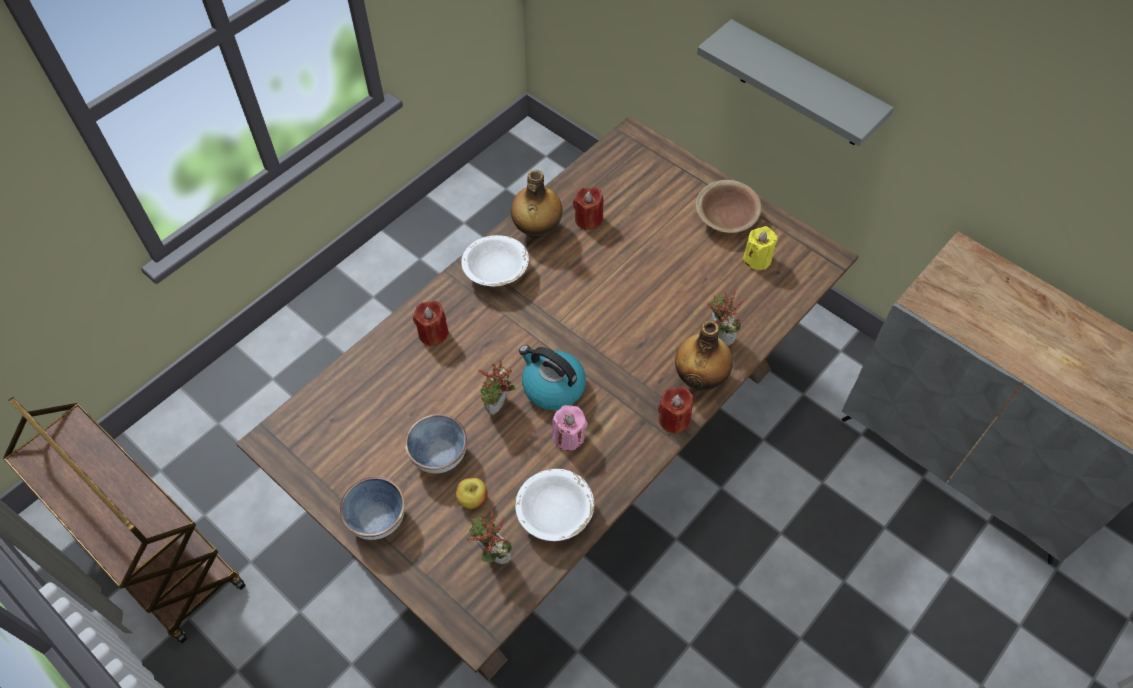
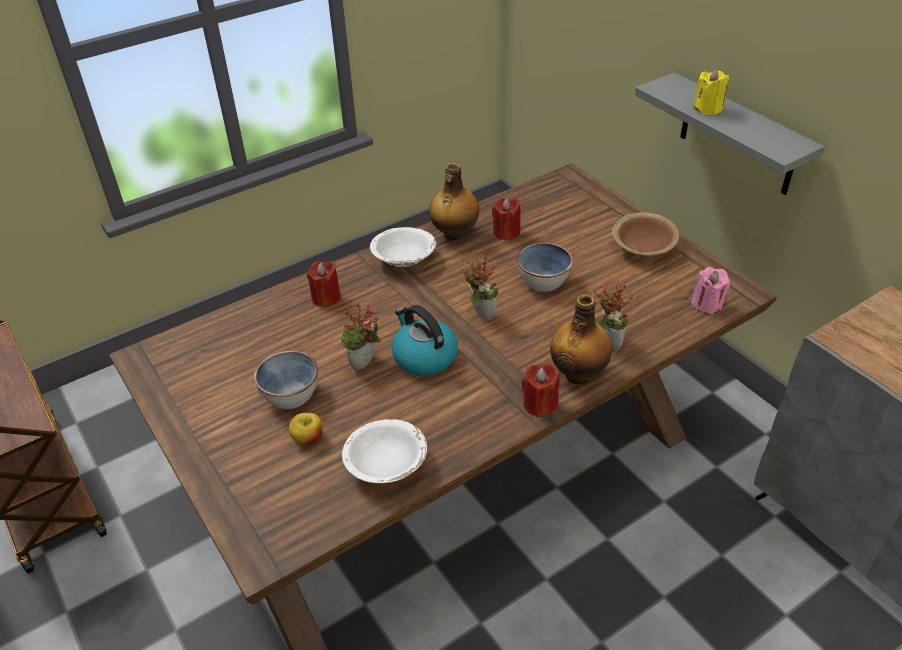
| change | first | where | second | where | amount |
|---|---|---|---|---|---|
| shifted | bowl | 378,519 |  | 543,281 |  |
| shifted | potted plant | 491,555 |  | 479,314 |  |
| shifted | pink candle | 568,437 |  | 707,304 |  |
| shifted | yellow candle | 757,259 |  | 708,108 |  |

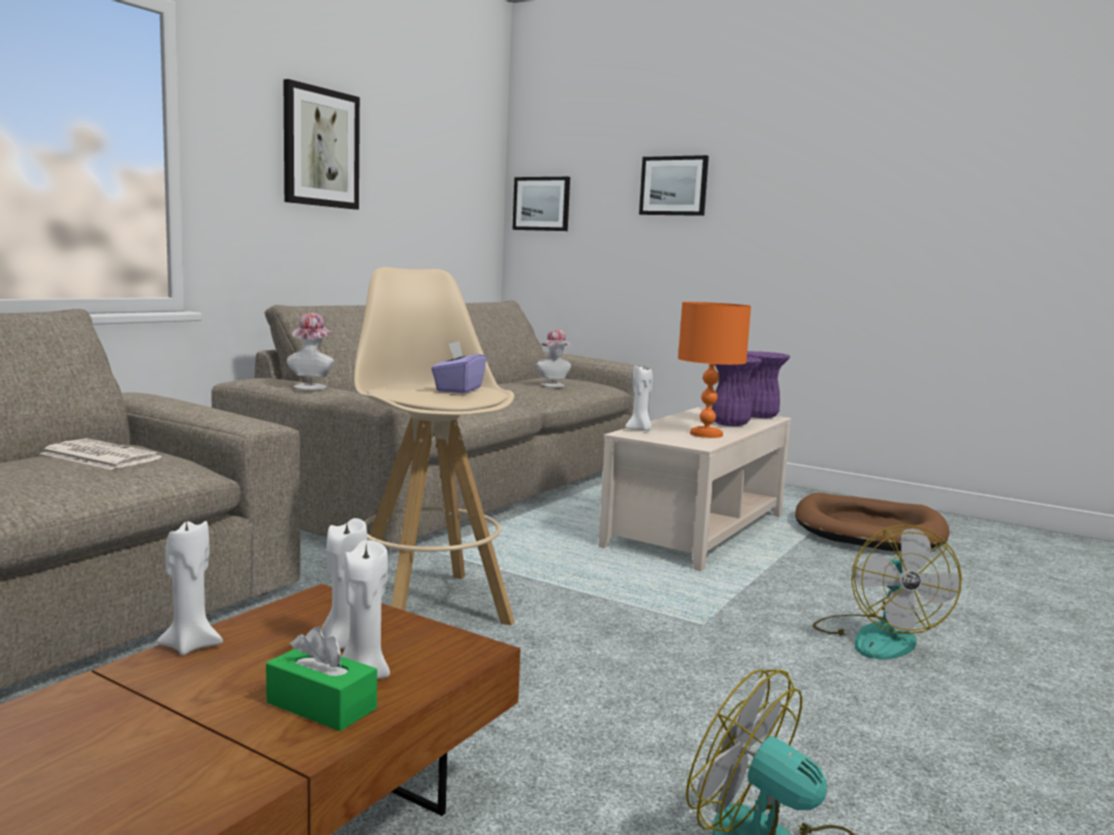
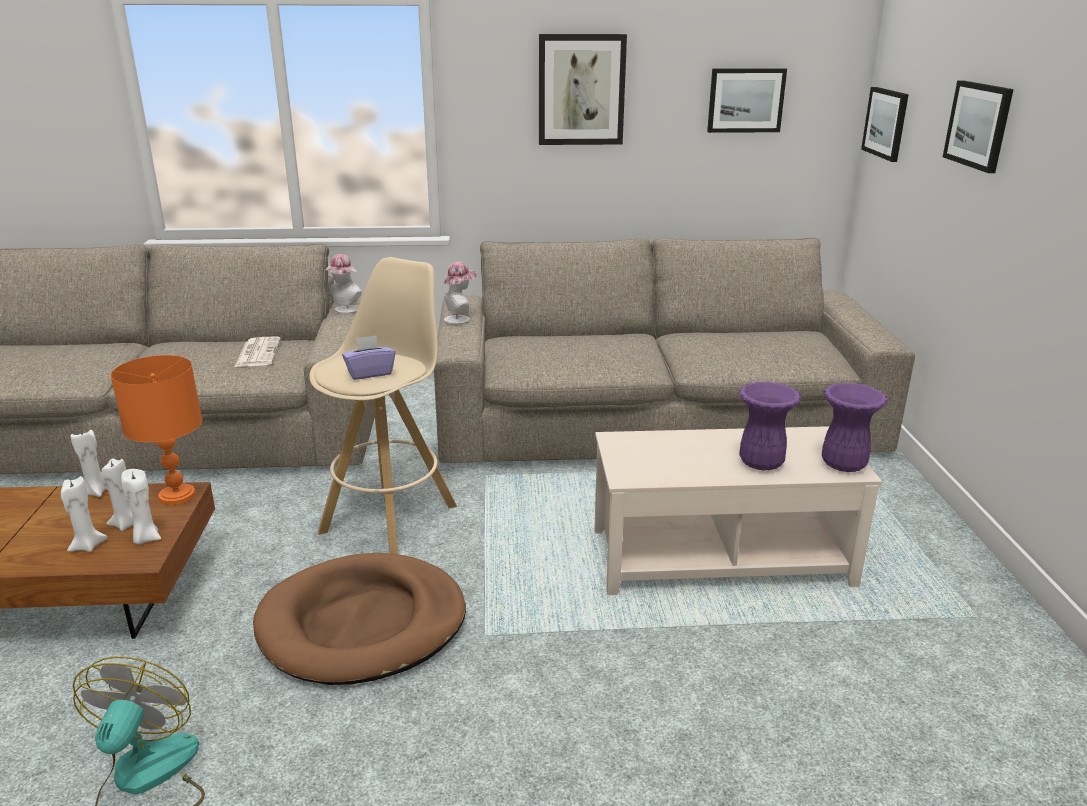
| change | first | where | second | where | amount |
|---|---|---|---|---|---|
| gone | green tissue box | 321,705 |  |  |  |
| gone | fan | 877,637 |  |  |  |
| new |  |  | picture | 745,100 |  |
| shifted | hat | 554,385 |  | 345,310 |  |
| shifted | white candle | 639,430 |  | 146,538 |  |
| shifted | orange table lamp | 705,434 |  | 177,495 |  |
| shifted | brown dog bed | 869,530 |  | 362,624 |  |

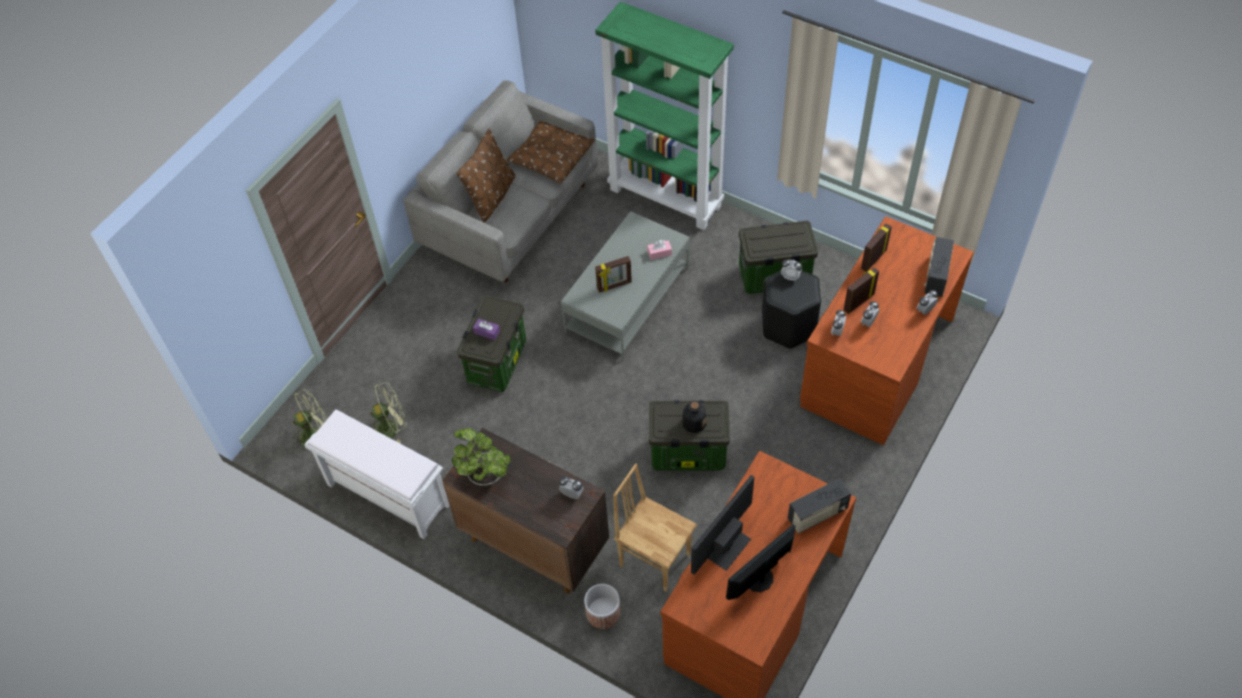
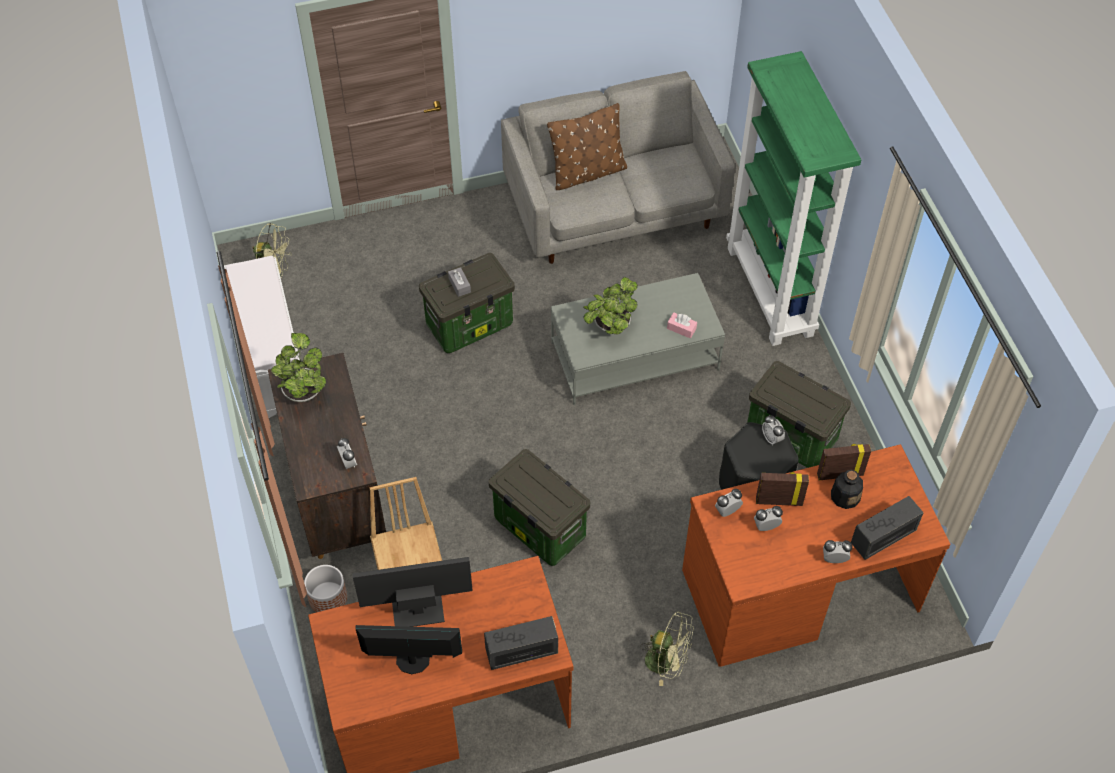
| change | first | where | second | where | amount |
|---|---|---|---|---|---|
| gone | brown pillow | 551,158 |  |  |  |
| shifted | green fan | 391,427 |  | 666,661 |  |
| shifted | bottle | 694,423 |  | 845,496 |  |
| swapped | picture frame | 614,286 | potted plant | 610,327 |  |
| repainted | purple tissue box | 487,332 | grey tissue box | 459,285 |  |
| rotated | radio | 817,515 |  | 522,651 | 150 degrees clockwise |

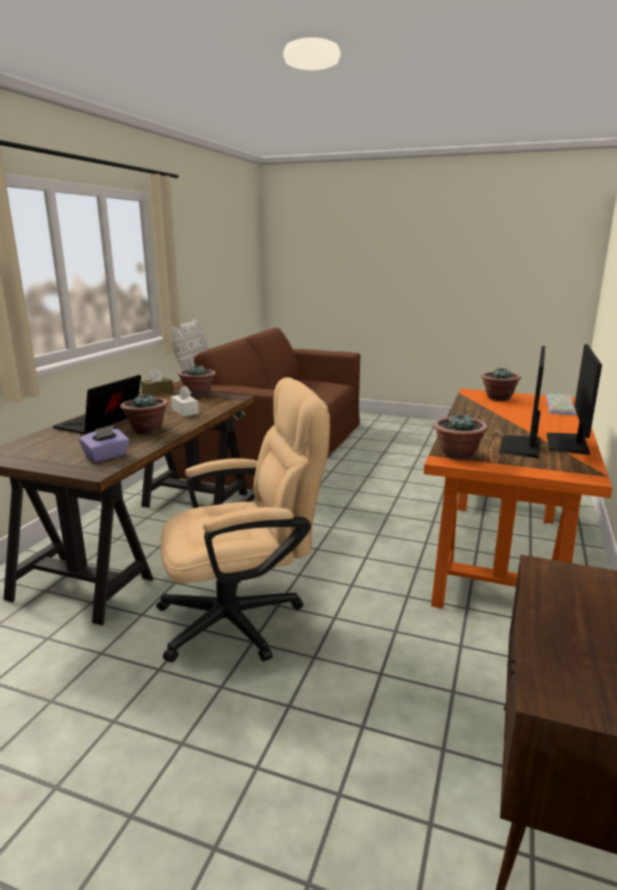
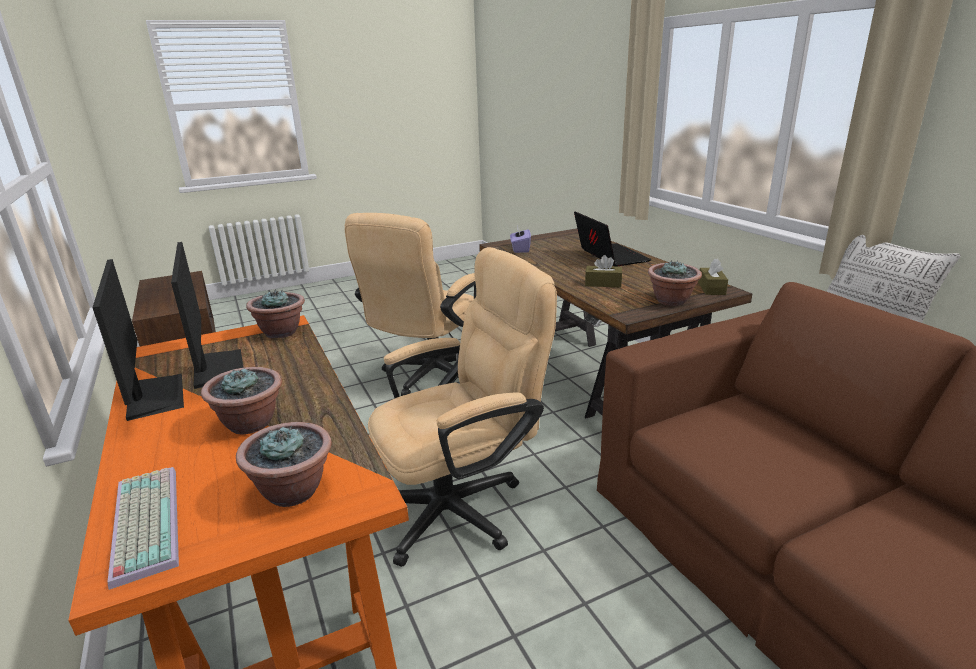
| change | first | where | second | where | amount |
|---|---|---|---|---|---|
| new |  |  | beige office chair | 462,505 |  |
| shifted | potted plant | 146,430 |  | 251,423 |  |
| repainted | white tissue box | 185,411 | brown tissue box | 603,283 |  |

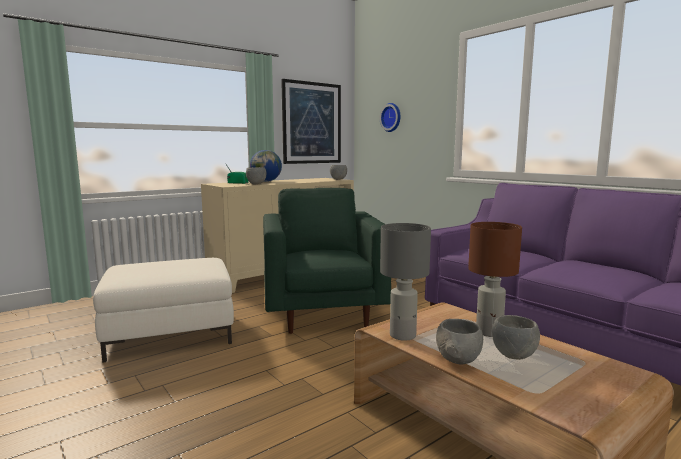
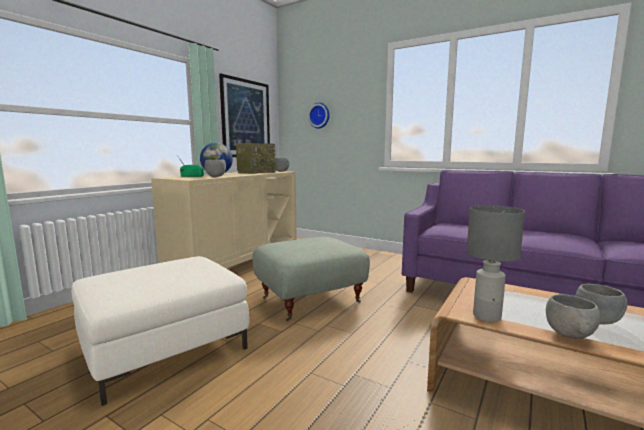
| change | first | where | second | where | amount |
|---|---|---|---|---|---|
| gone | brown table lamp | 489,332 |  |  |  |
| new |  |  | radio | 256,172 |  |
| swapped | green armchair | 323,313 | grey ottoman | 310,299 |  |

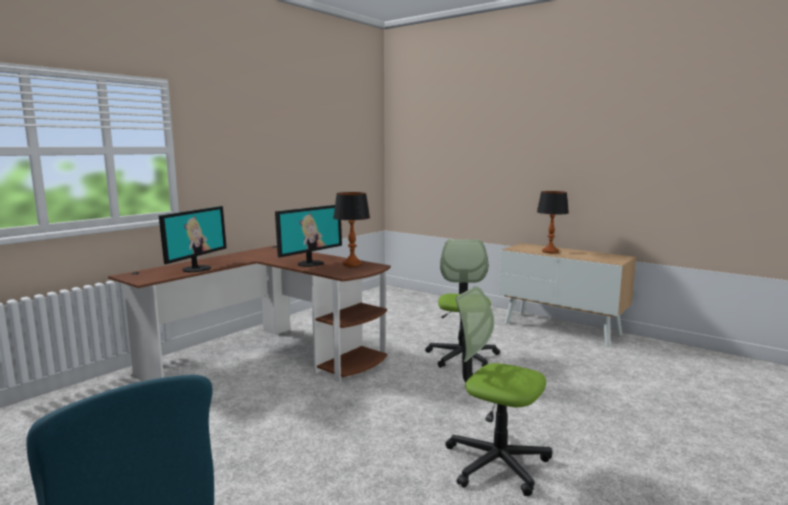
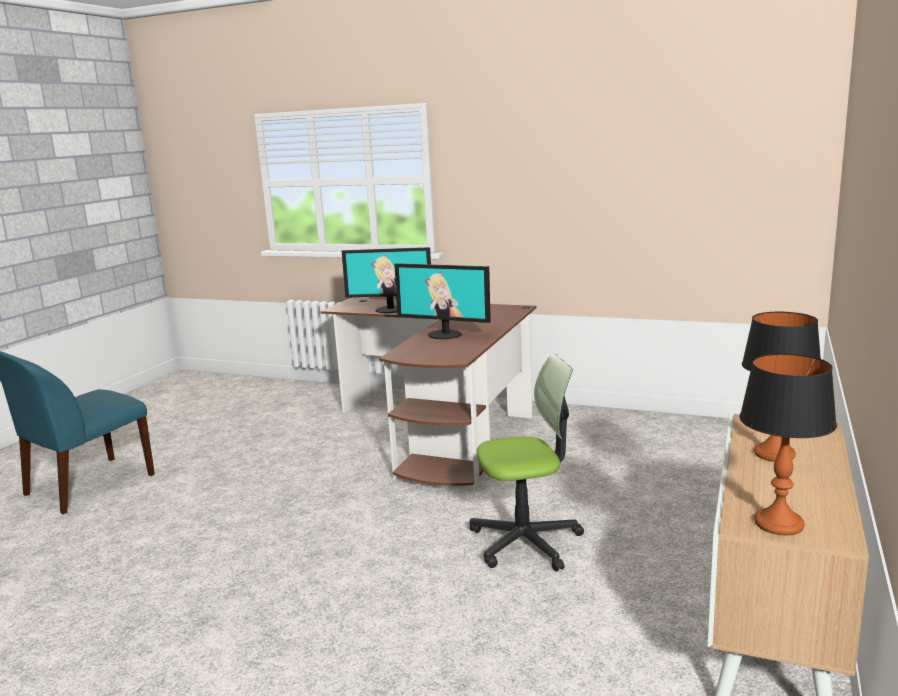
| change | first | where | second | where | amount |
|---|---|---|---|---|---|
| gone | office chair | 496,462 |  |  |  |
| shifted | table lamp | 352,264 |  | 778,523 |  |

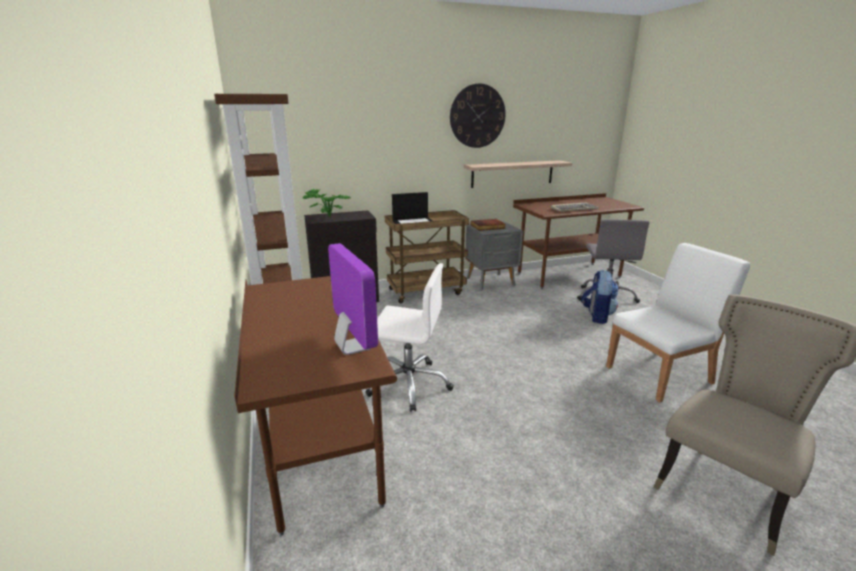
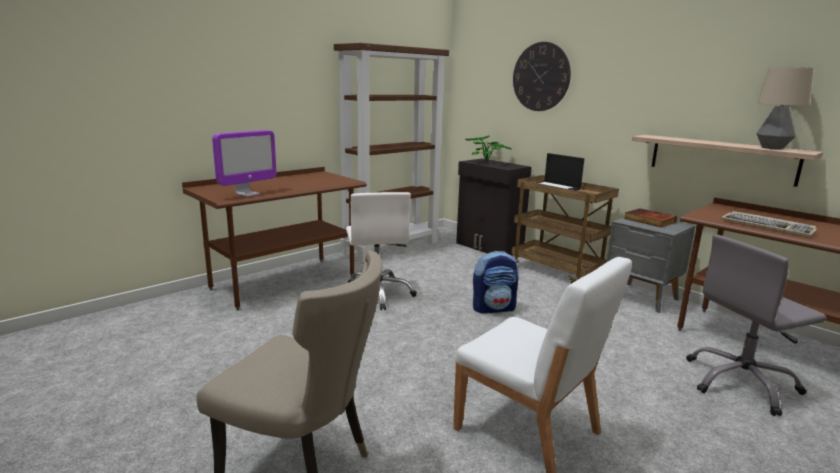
| change | first | where | second | where | amount |
|---|---|---|---|---|---|
| new |  |  | table lamp | 772,148 |  |
| shifted | wall clock | 477,116 |  | 541,77 |  |
| shifted | backpack | 597,316 |  | 494,308 |  |

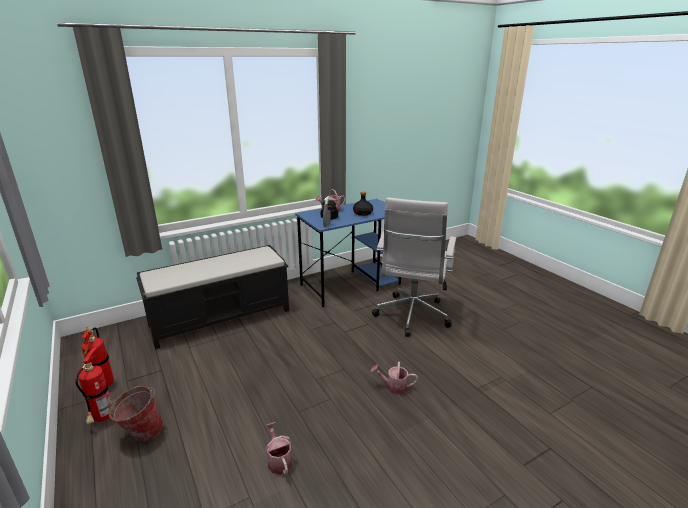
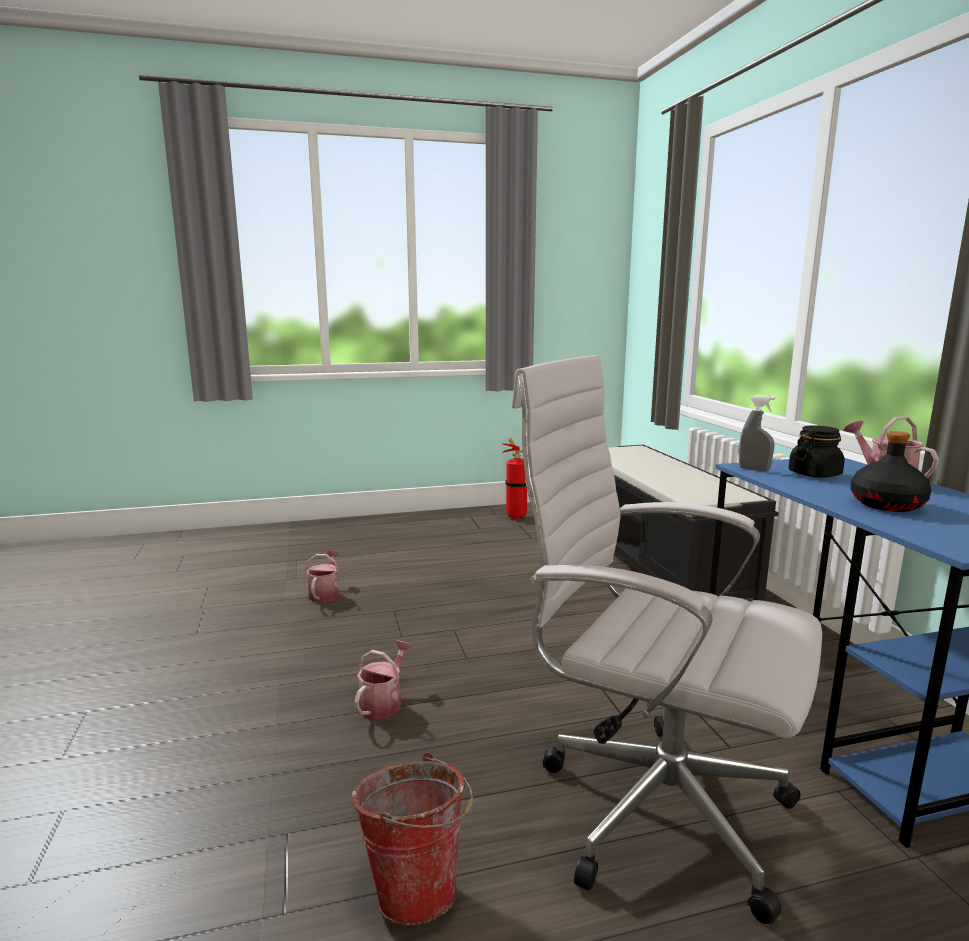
| change | first | where | second | where | amount |
|---|---|---|---|---|---|
| gone | fire extinguisher | 102,418 |  |  |  |
| shifted | bucket | 140,434 |  | 416,885 |  |
| rotated | watering can | 279,460 |  | 325,593 | 75 degrees counterclockwise |

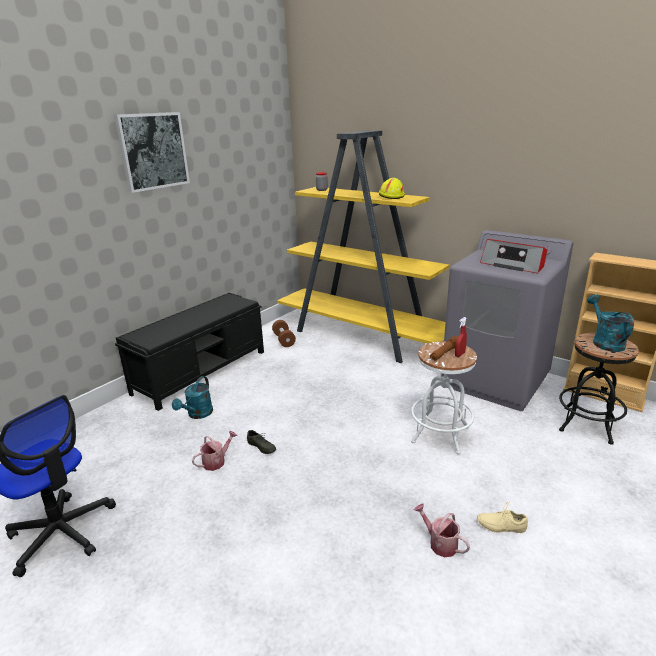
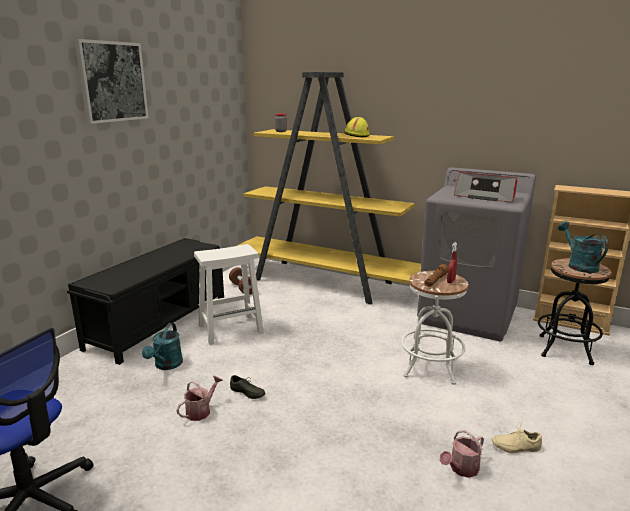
| change | first | where | second | where | amount |
|---|---|---|---|---|---|
| new |  |  | white stool | 231,329 |  |
| rotated | watering can | 439,543 |  | 461,469 | 75 degrees counterclockwise |

